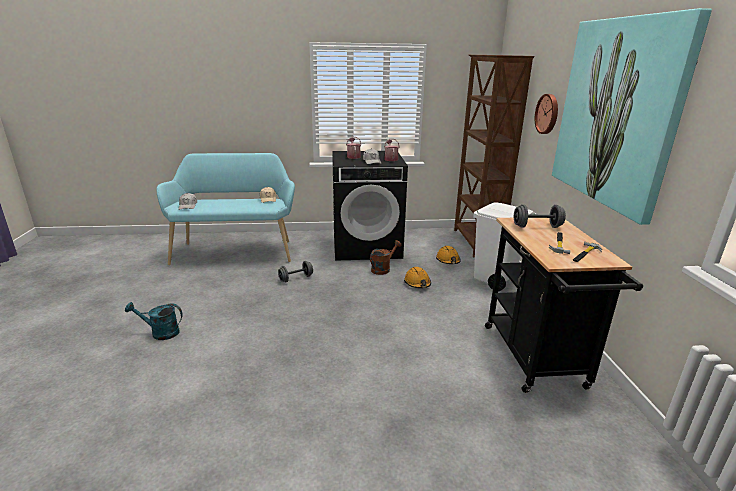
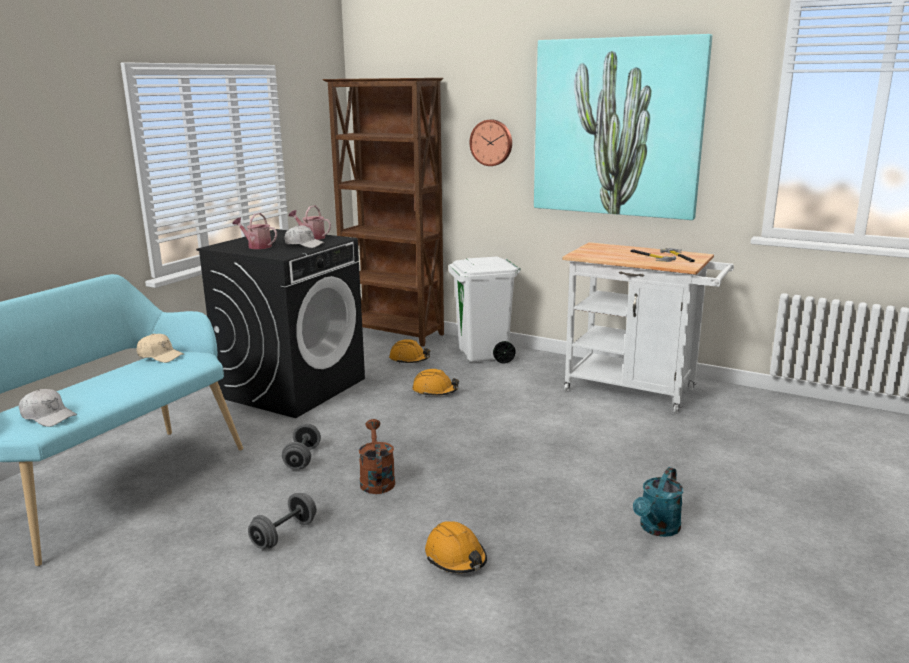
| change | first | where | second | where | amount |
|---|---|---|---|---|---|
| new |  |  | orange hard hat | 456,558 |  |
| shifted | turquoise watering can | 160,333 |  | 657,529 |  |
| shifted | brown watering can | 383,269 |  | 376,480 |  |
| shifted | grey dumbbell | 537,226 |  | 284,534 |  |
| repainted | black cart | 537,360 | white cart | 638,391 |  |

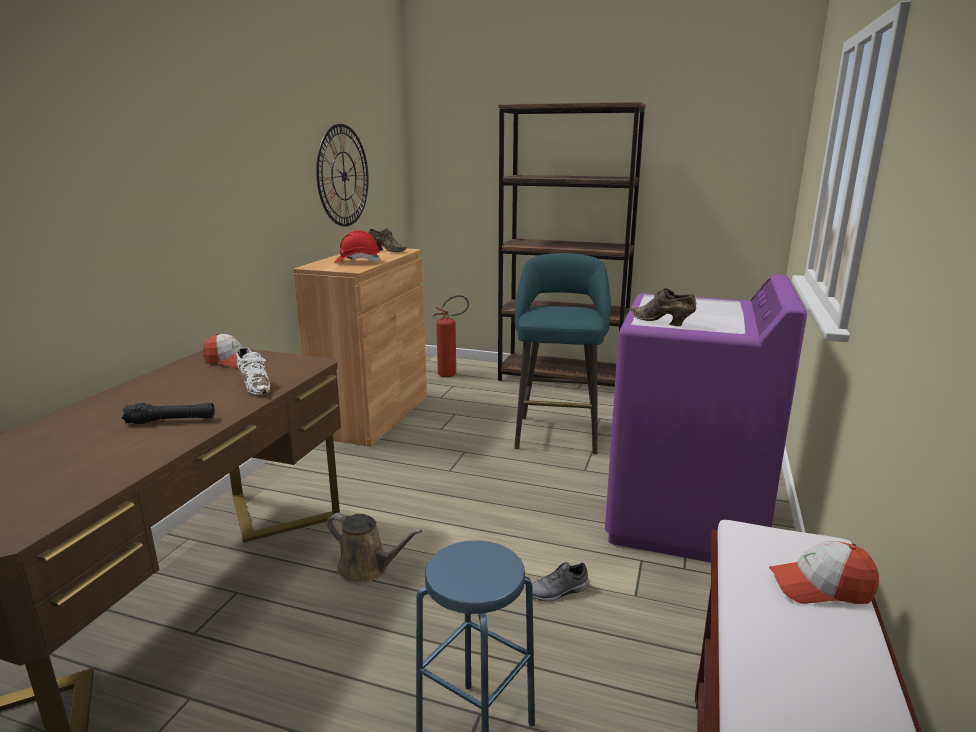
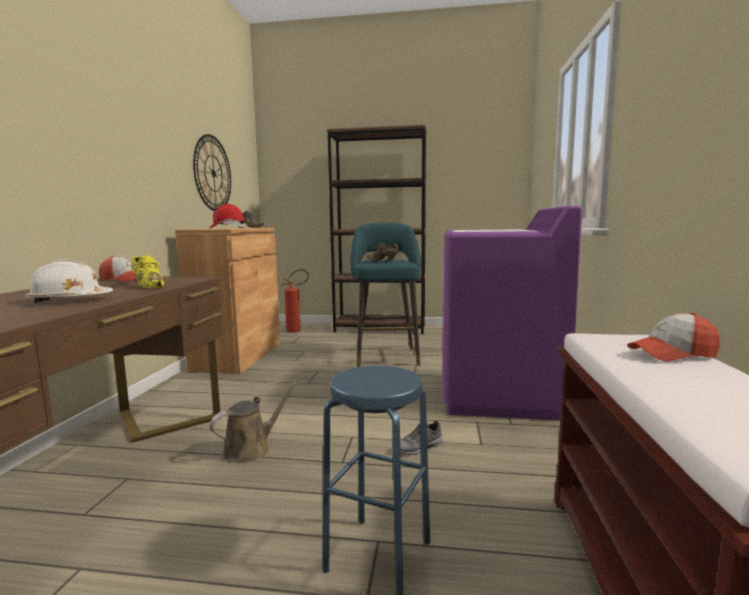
| change | first | where | second | where | amount |
|---|---|---|---|---|---|
| shifted | brown shoe | 662,322 |  | 383,261 |  |
| swapped | black flashlight | 171,421 | white hard hat | 70,300 |  |
| repainted | white shoe | 254,386 | yellow shoe | 149,286 |  |
| rotated | brown watering can | 367,568 |  | 251,449 | 60 degrees counterclockwise |

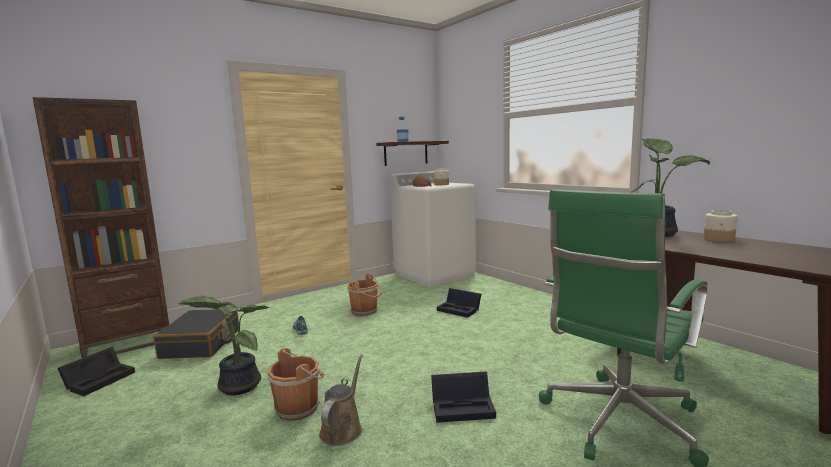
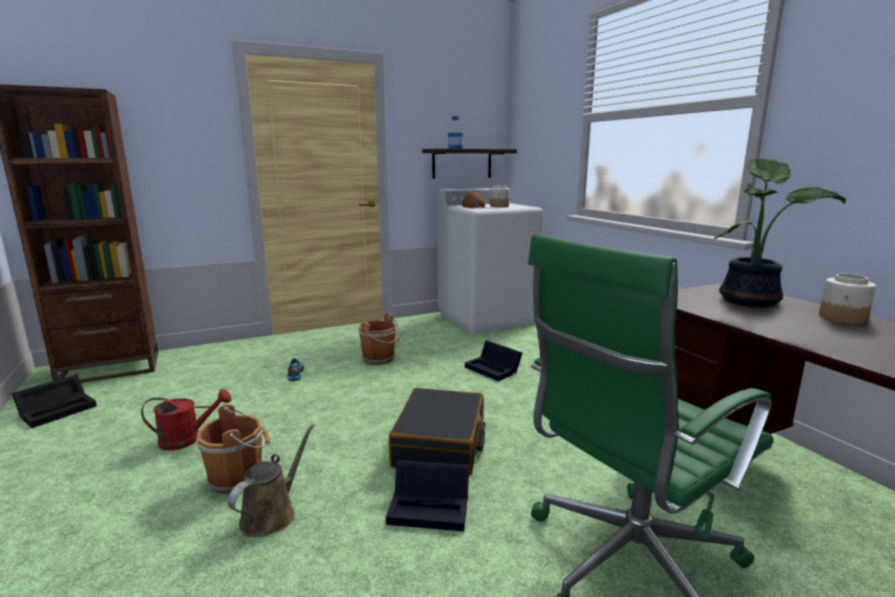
| change | first | where | second | where | amount |
|---|---|---|---|---|---|
| shifted | black suitcase | 201,344 |  | 441,444 |  |
| swapped | potted plant | 237,386 | red watering can | 188,439 |  |

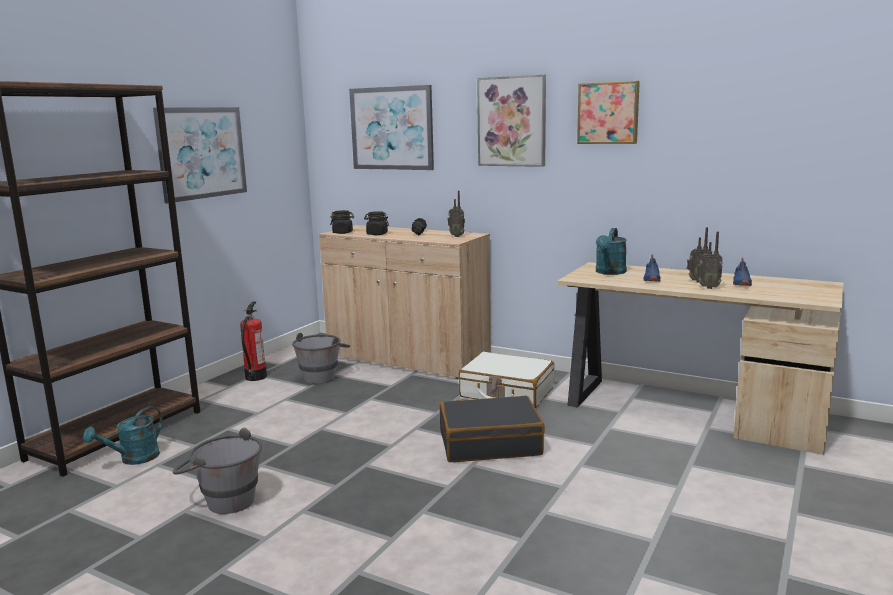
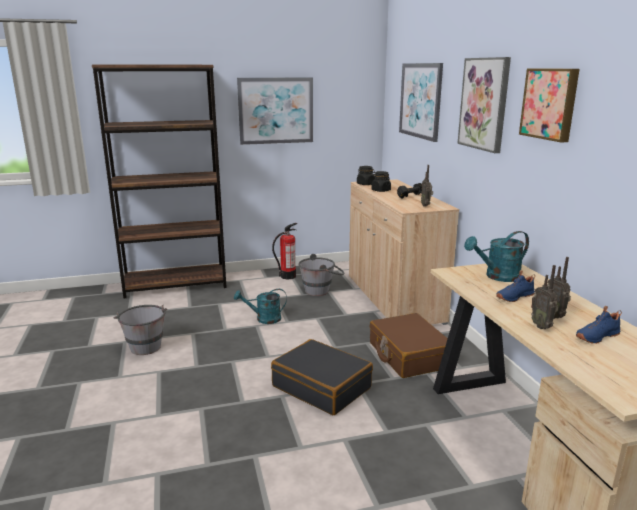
| change | first | where | second | where | amount |
|---|---|---|---|---|---|
| shifted | turquoise watering can | 133,459 |  | 264,319 |  |
| repainted | white suitcase | 506,393 | brown suitcase | 408,355 |  |

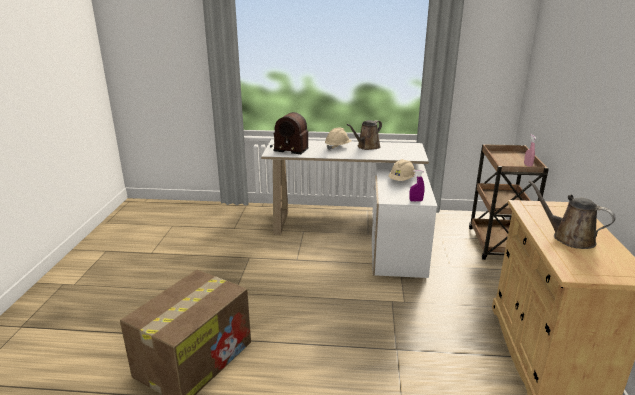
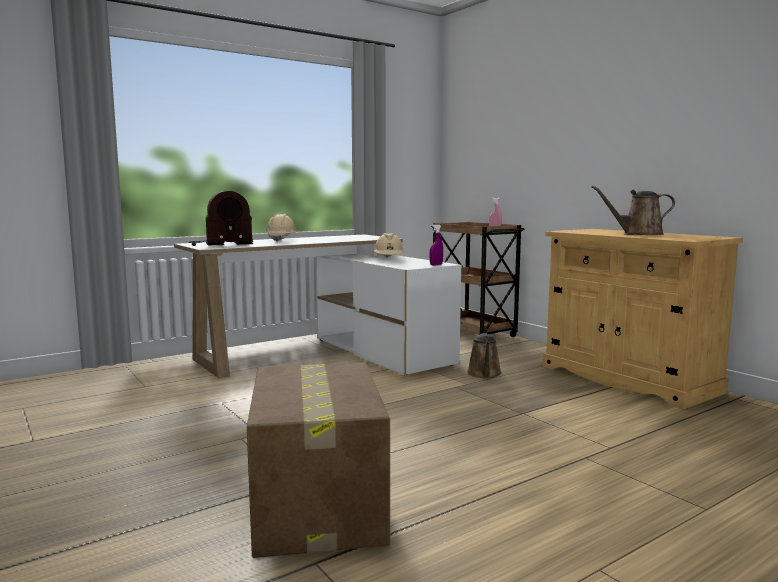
| change | first | where | second | where | amount |
|---|---|---|---|---|---|
| shifted | brown watering can | 367,147 |  | 484,374 |  |

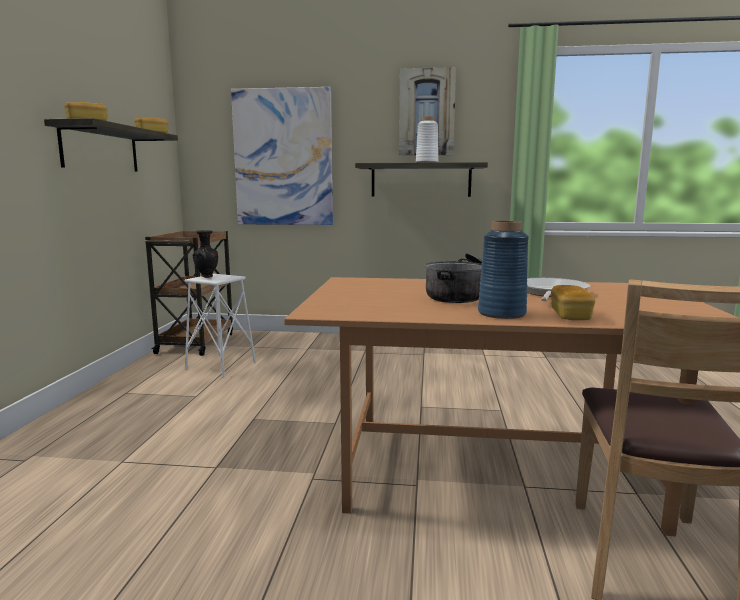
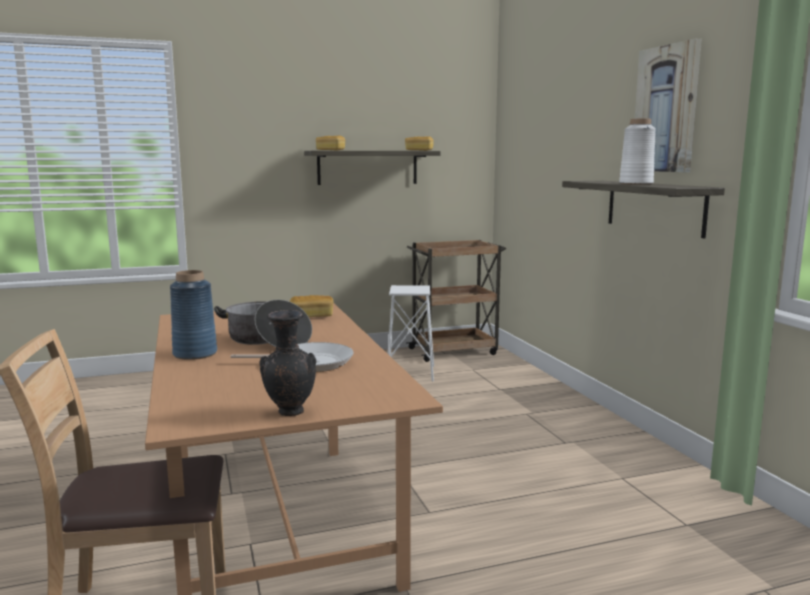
| change | first | where | second | where | amount |
|---|---|---|---|---|---|
| gone | picture | 283,158 |  |  |  |
| shifted | black vase | 207,277 |  | 289,413 |  |
| shifted | bread | 570,316 |  | 312,316 |  |

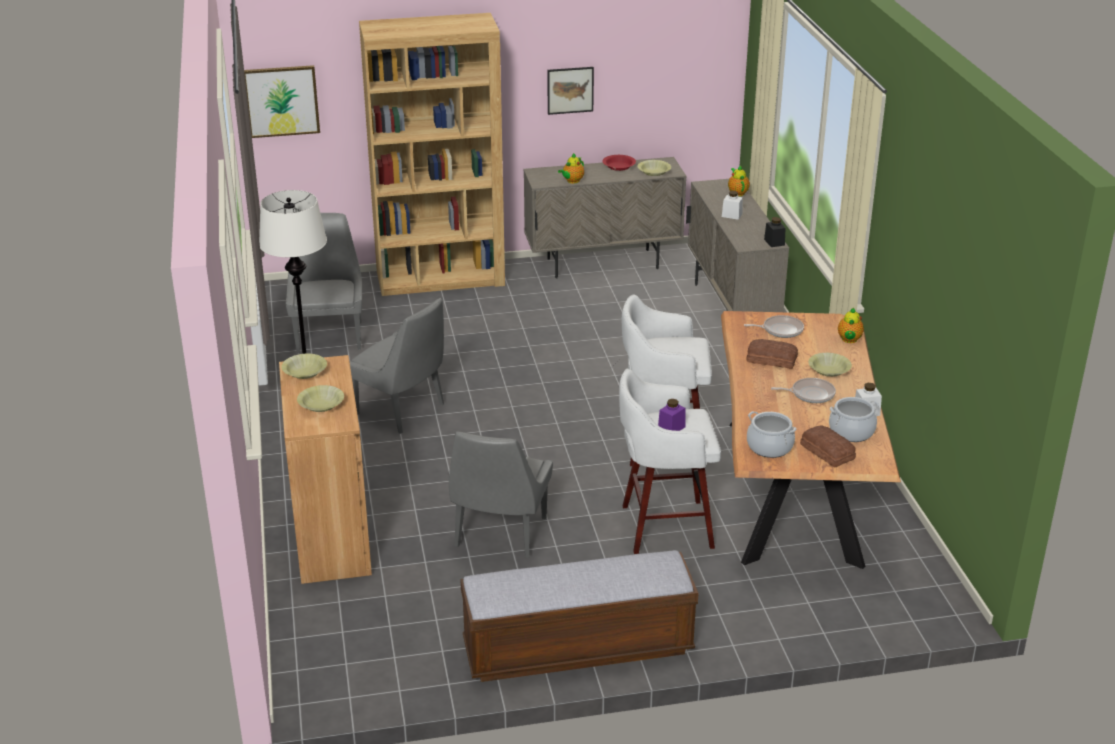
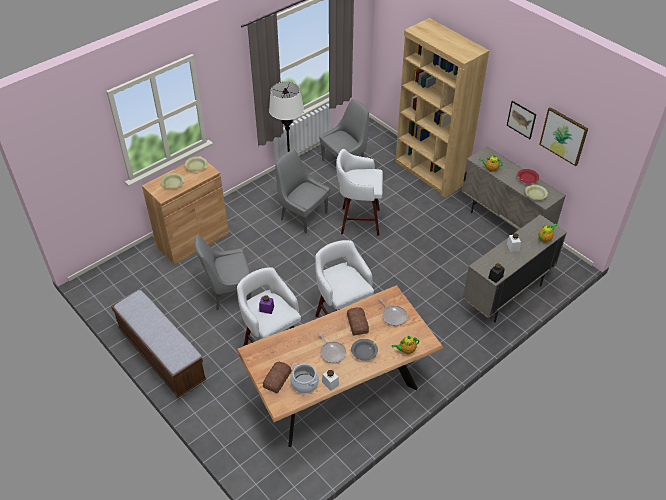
| change | first | where | second | where | amount |
|---|---|---|---|---|---|
| gone | cooking pot | 769,447 |  |  |  |
| new |  |  | white stool | 358,221 |  |
| shifted | picture | 281,101 |  | 563,136 |  |
| repainted | yellow bowl | 829,370 | grey bowl | 364,352 |  |
| rotated | grey chair | 402,410 |  | 302,215 | 120 degrees clockwise |

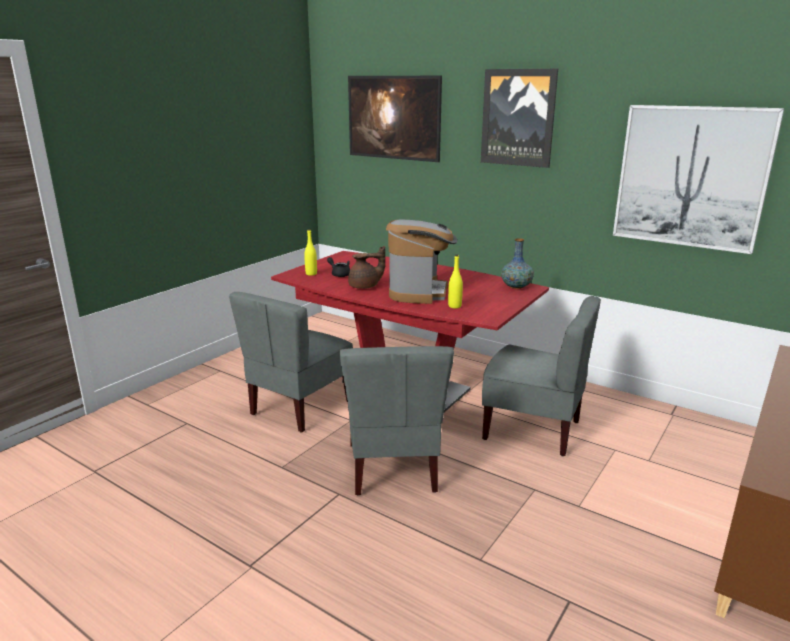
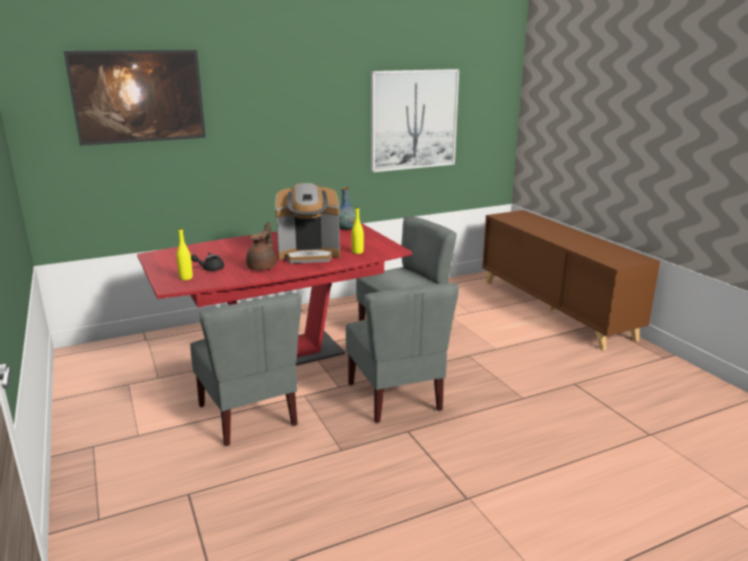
| change | first | where | second | where | amount |
|---|---|---|---|---|---|
| gone | picture | 518,118 |  |  |  |
| rotated | grey chair | 394,468 |  | 396,397 | 45 degrees clockwise |
| rotated | coffee machine | 419,292 |  | 309,254 | 135 degrees clockwise |

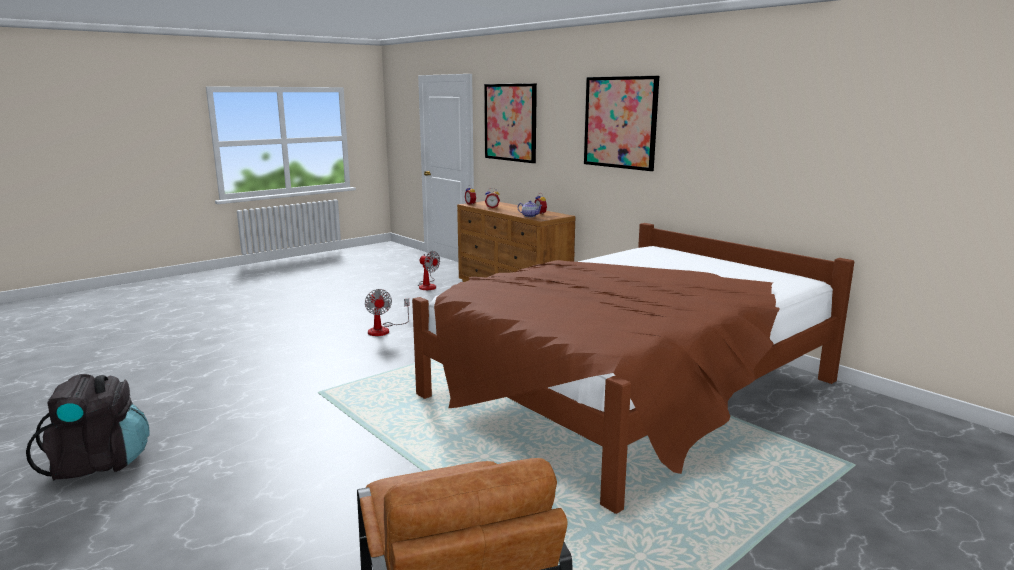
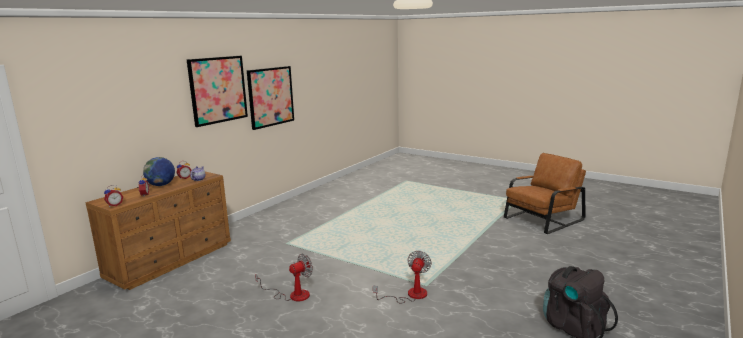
| change | first | where | second | where | amount |
|---|---|---|---|---|---|
| gone | brown bed | 630,389 |  |  |  |
| new |  |  | globe | 161,185 |  |
| shifted | fan | 428,286 |  | 410,295 |  |
| shifted | picture | 510,122 |  | 270,96 |  |

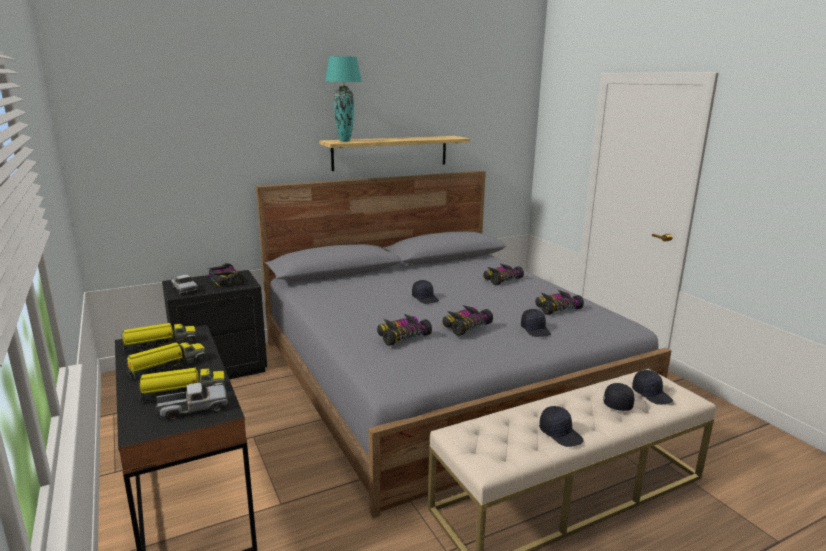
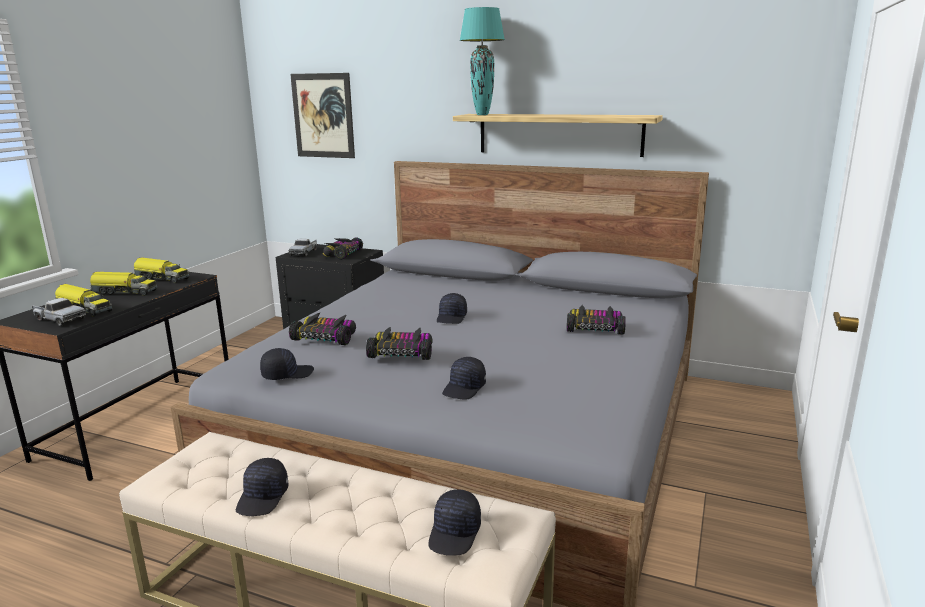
| change | first | where | second | where | amount |
|---|---|---|---|---|---|
| gone | toy car | 557,308 |  |  |  |
| new |  |  | picture | 323,116 |  |
| shifted | black cap | 616,402 |  | 287,374 |  |

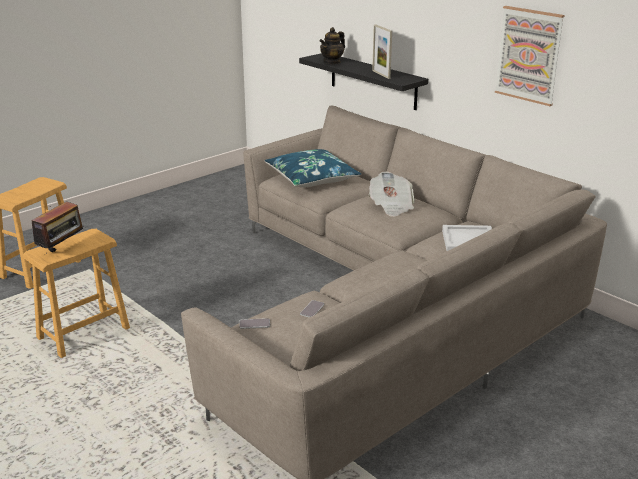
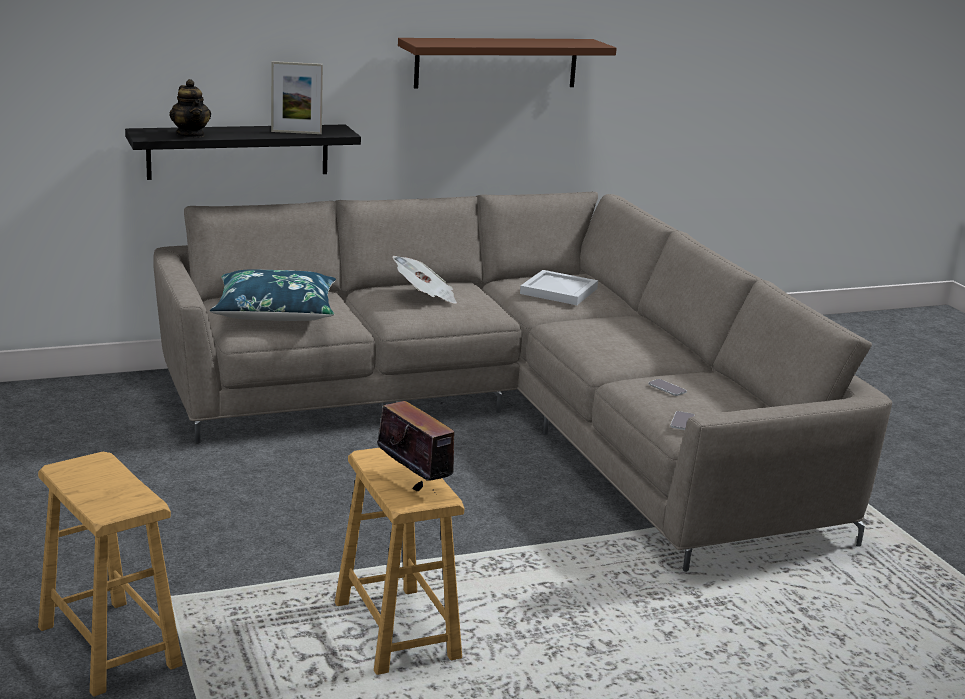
| change | first | where | second | where | amount |
|---|---|---|---|---|---|
| swapped | picture | 529,55 | brown shelf | 496,63 |  |

